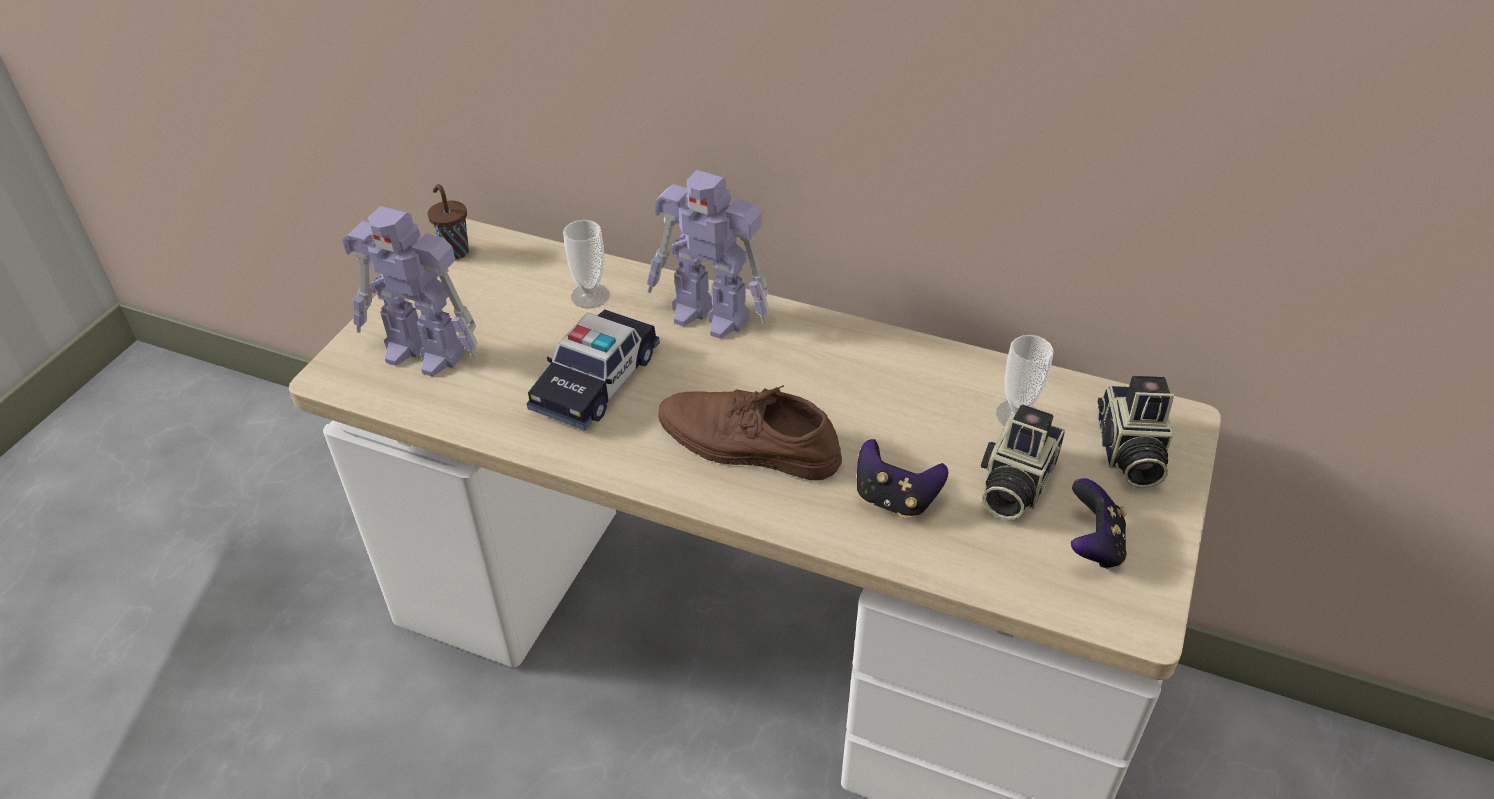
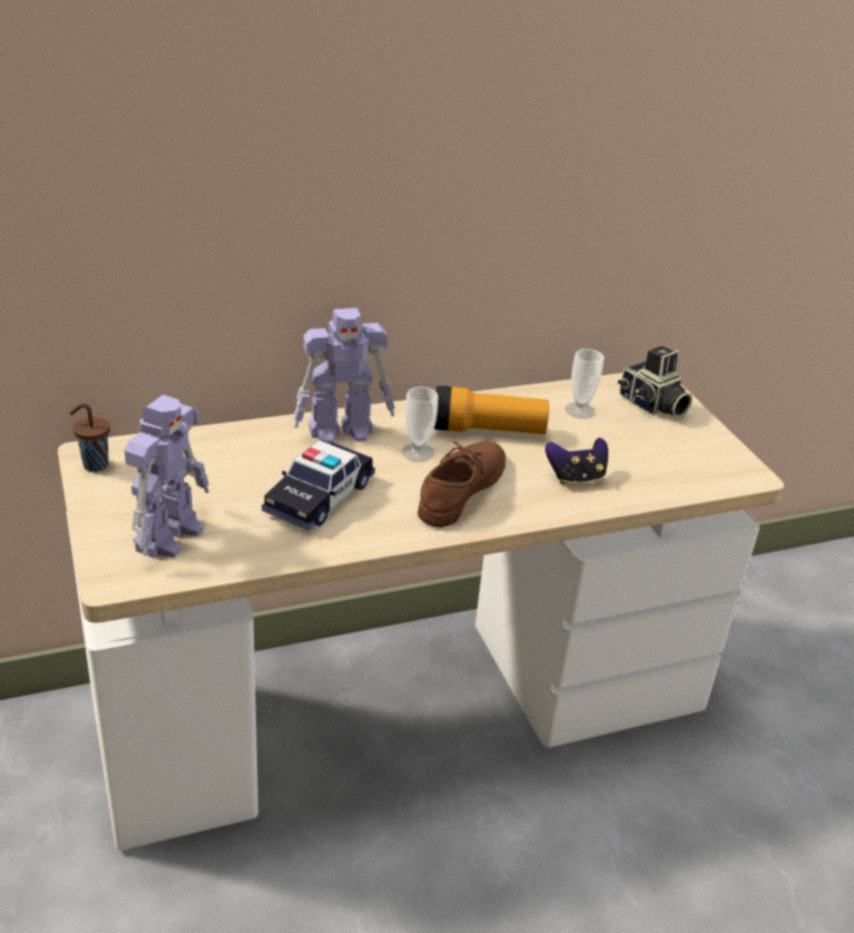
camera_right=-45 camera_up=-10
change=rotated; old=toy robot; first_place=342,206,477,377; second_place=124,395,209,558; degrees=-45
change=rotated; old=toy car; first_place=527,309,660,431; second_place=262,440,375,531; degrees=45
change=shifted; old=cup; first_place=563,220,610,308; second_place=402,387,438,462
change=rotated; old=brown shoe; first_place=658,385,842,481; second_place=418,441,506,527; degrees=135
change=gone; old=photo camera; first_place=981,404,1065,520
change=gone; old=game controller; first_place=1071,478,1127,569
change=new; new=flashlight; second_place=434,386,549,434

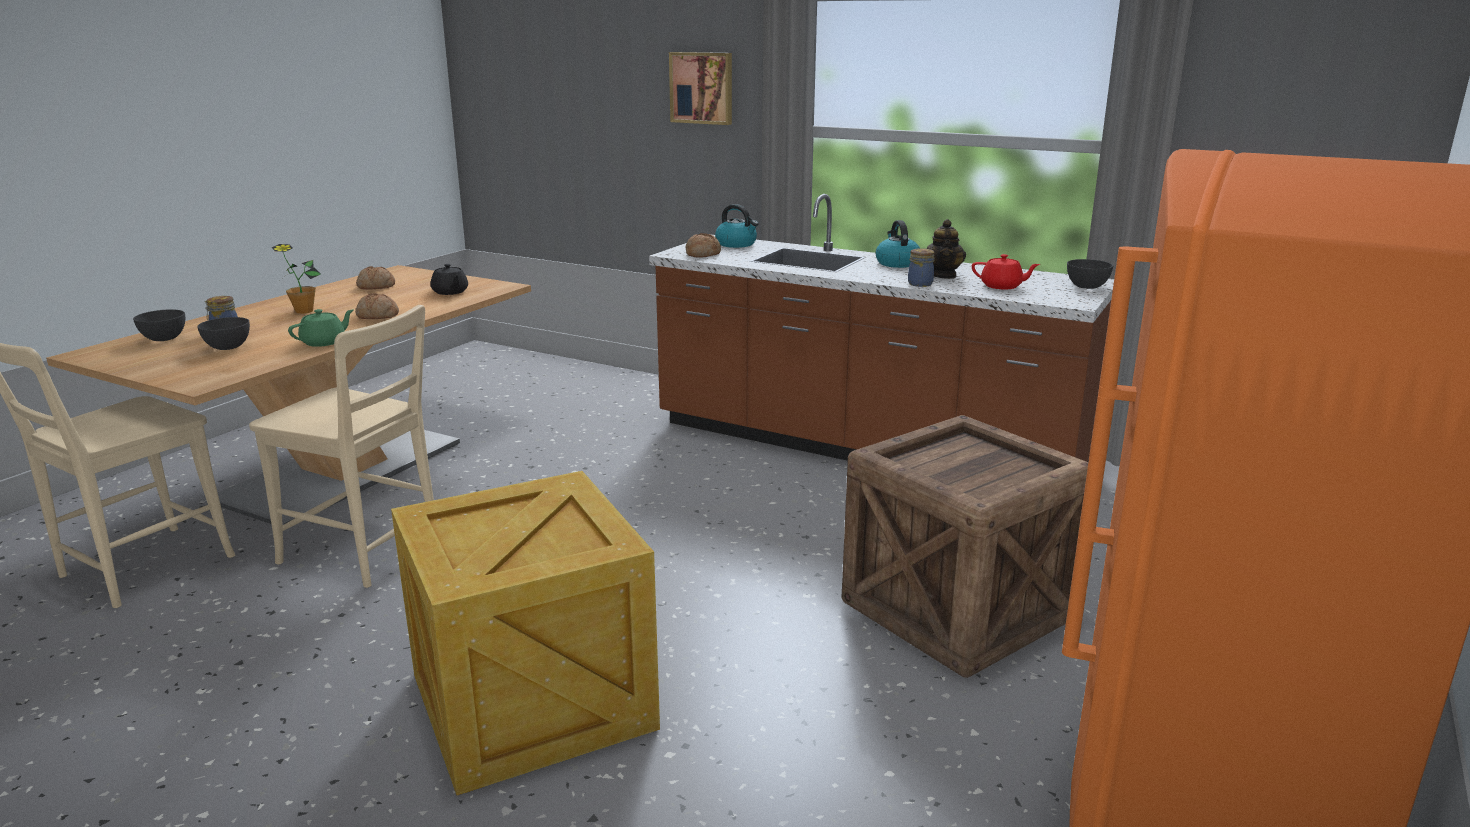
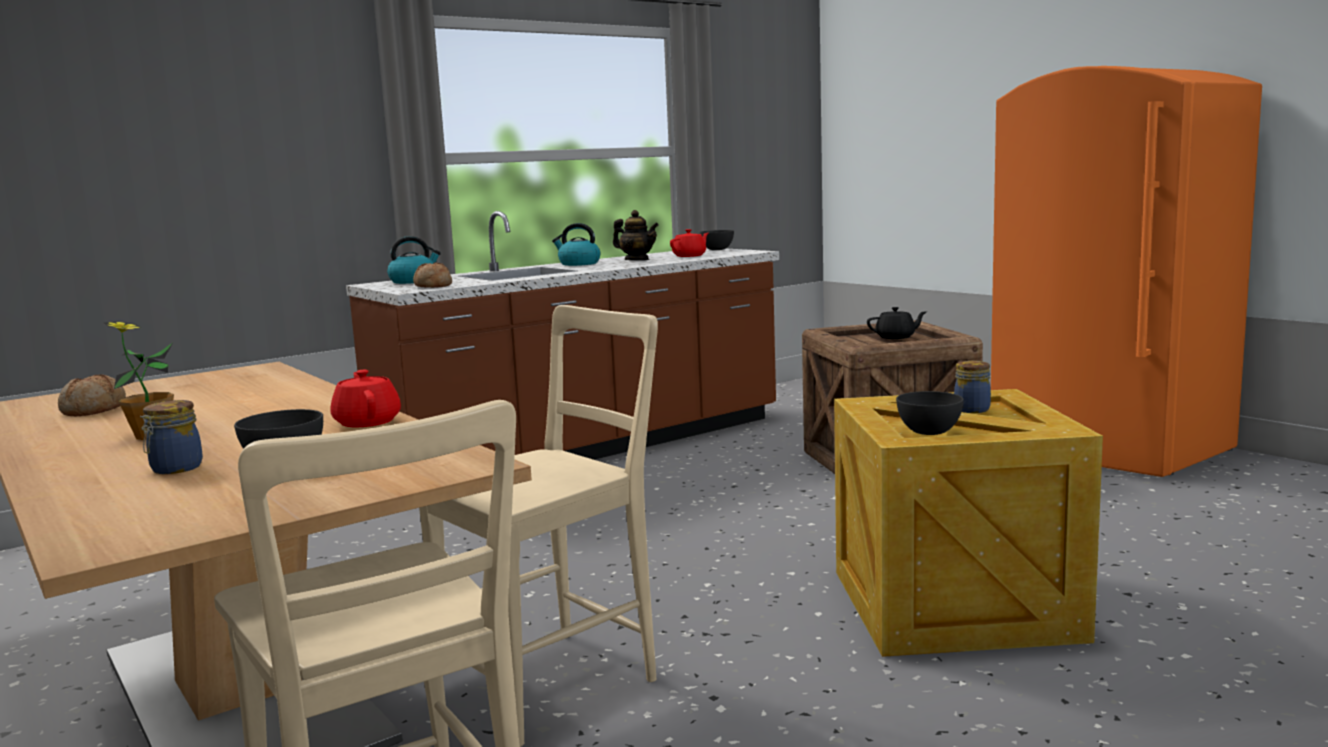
camera_right=-65 camera_up=-10
change=shifted; old=grey bowl; first_place=133,309,185,341; second_place=896,391,964,435
change=repainted; old=green teapot; new=red teapot; first_place=288,309,354,347; second_place=330,370,401,427
change=gone; old=bread; first_place=355,293,399,319
change=shifted; old=black teapot; first_place=430,264,468,295; second_place=867,307,927,339
change=gone; old=picture; first_place=669,52,732,125
change=shifted; old=jar; first_place=908,248,935,287; second_place=954,361,991,413

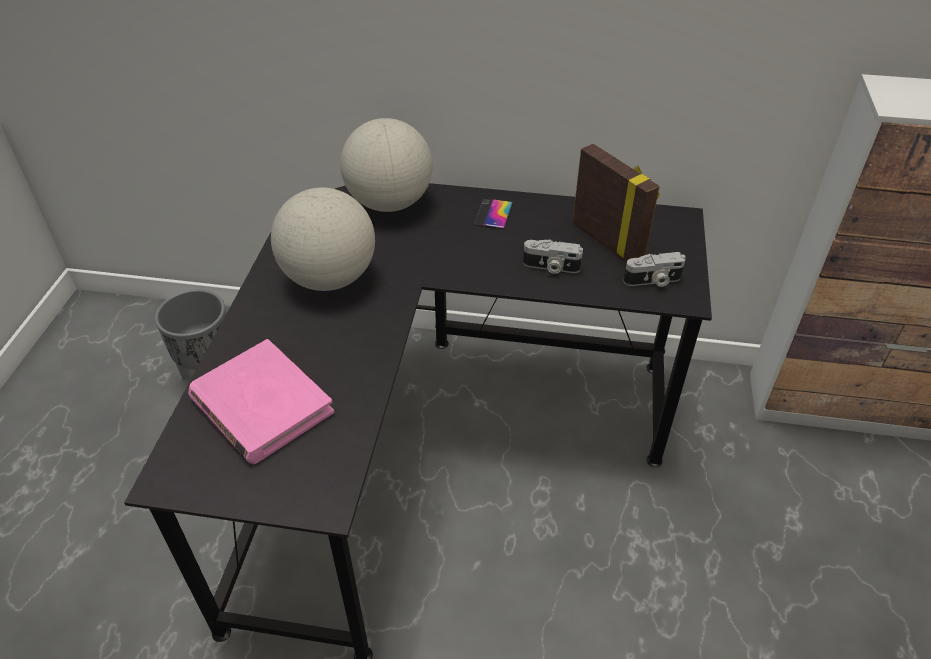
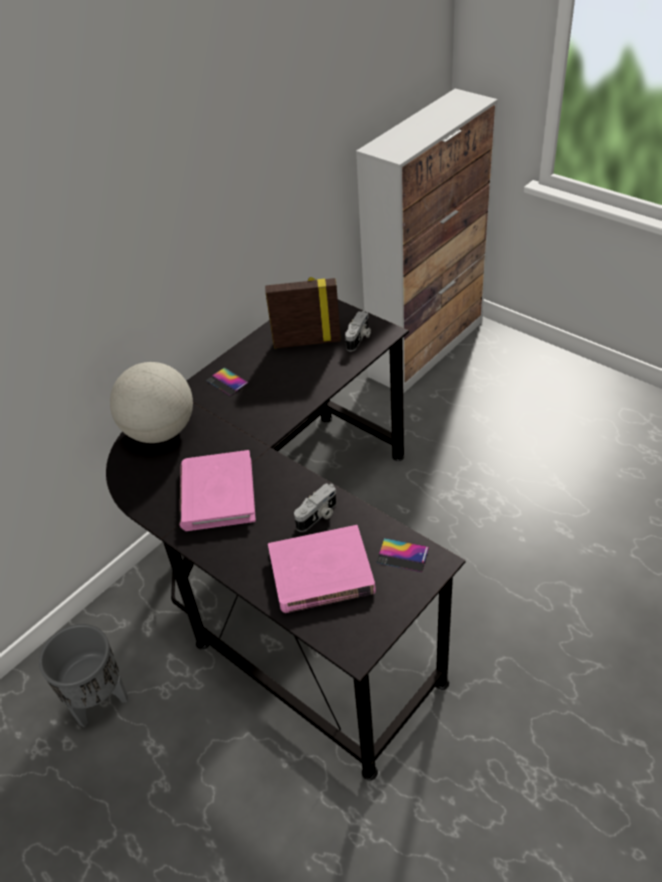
camera_right=-55 camera_up=0
change=swapped; old=globe; new=pink book; first_place=271,188,375,291; second_place=180,450,256,531
change=shifted; old=photo camera; first_place=523,240,583,274; second_place=294,483,336,532
change=new; new=phone; second_place=376,538,429,572

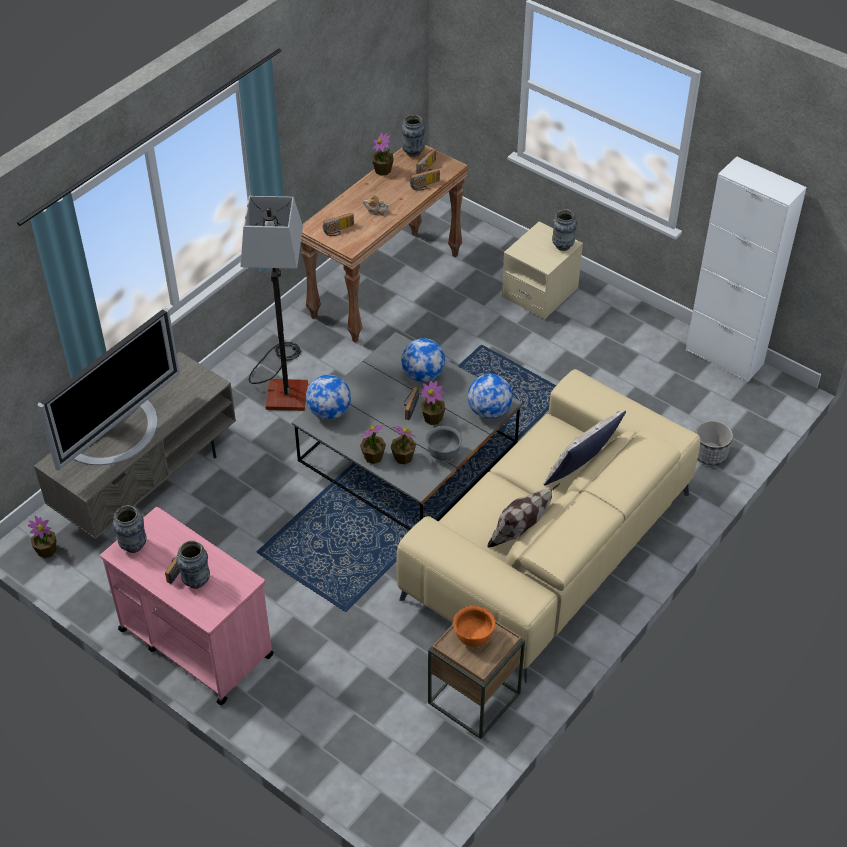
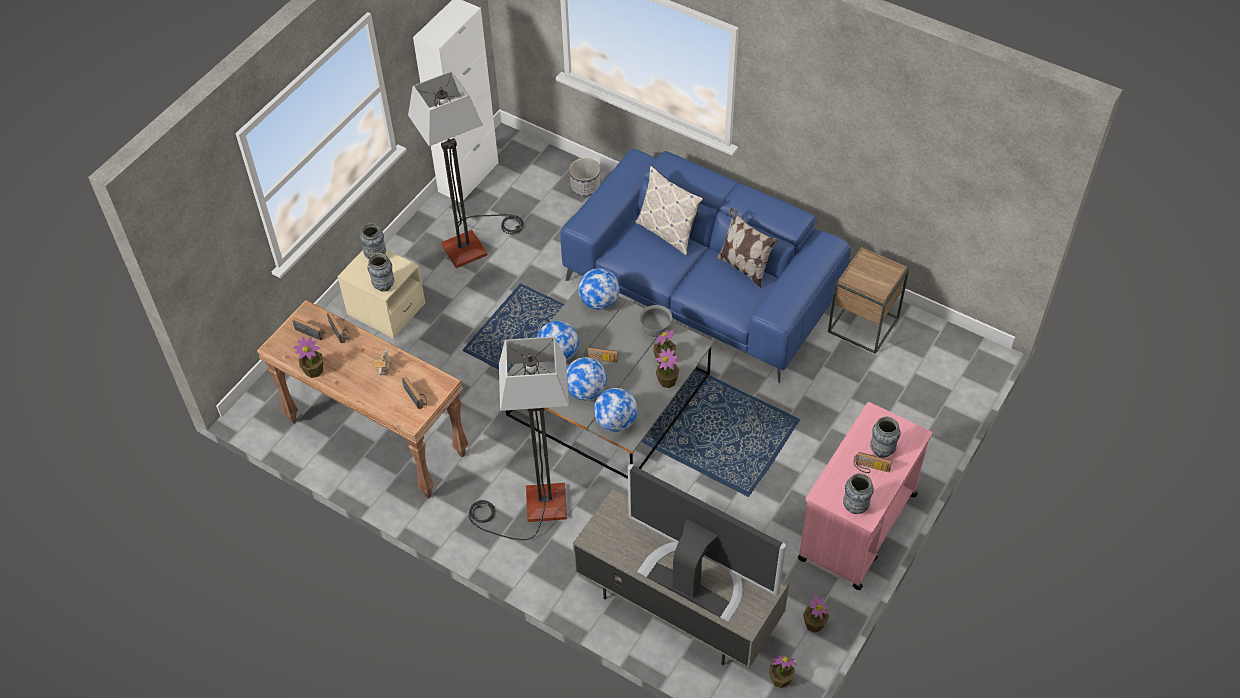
camera_right=-95 camera_up=5
change=repainted; old=beige sofa; new=blue sofa; first_place=397,369,700,683; second_place=561,149,850,383
change=shifted; old=vase; first_place=401,115,425,157; second_place=368,253,394,292
change=shifted; old=potted plant; first_place=420,381,446,425; second_place=803,595,829,632
change=gone; old=orange bowl; first_place=453,606,495,647
change=new; new=floor lamp; second_place=408,71,524,268
change=new; new=globe; second_place=567,357,607,400

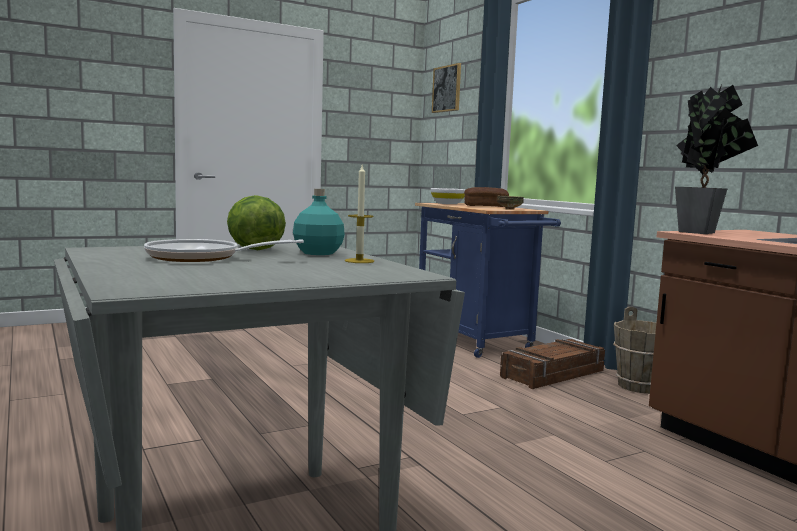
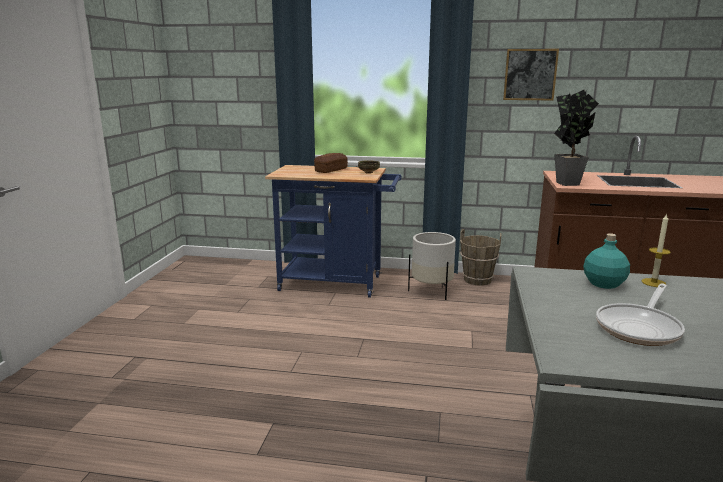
camera_right=-50 camera_up=10
change=gone; old=lettuce; first_place=227,195,286,250
change=gone; old=white bowl; first_place=431,188,466,204
change=shifted; old=picture; first_place=432,63,461,113; second_place=503,49,559,100
change=swapped; old=crate; new=white planter; first_place=500,339,605,389; second_place=408,232,456,300

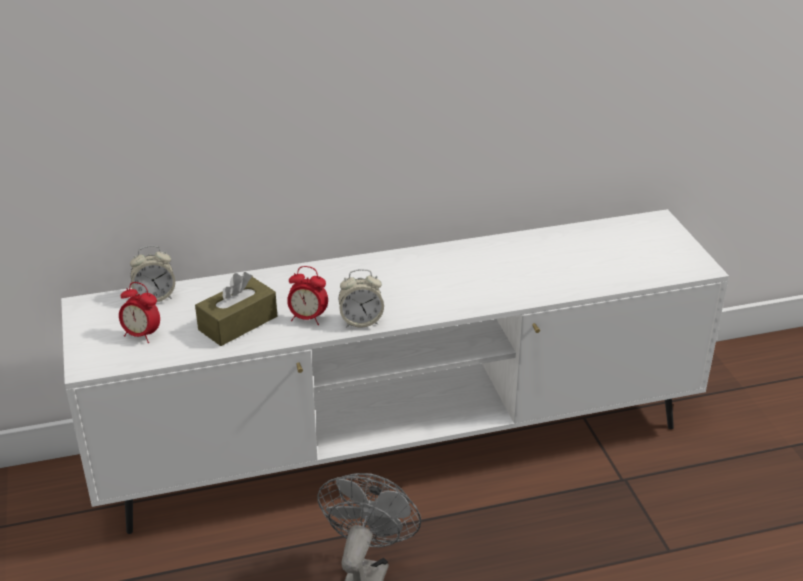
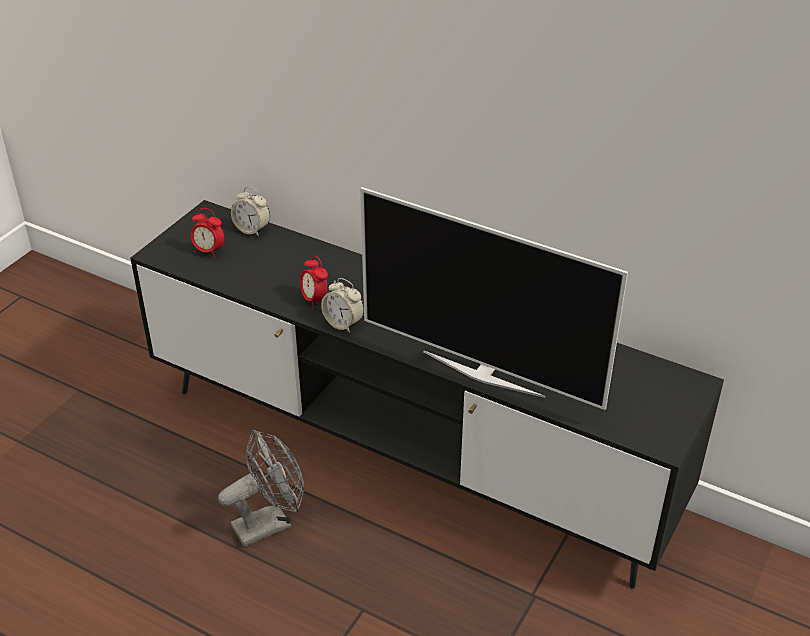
camera_right=45 camera_up=5
change=repainted; old=white tv stand; new=black tv stand; first_place=61,209,729,534; second_place=130,200,724,589
change=rotated; old=alarm clock; first_place=119,282,160,343; second_place=191,208,224,258; degrees=-45
change=gone; old=brown tissue box; first_place=195,272,277,346
change=new; new=television; second_place=360,187,628,410

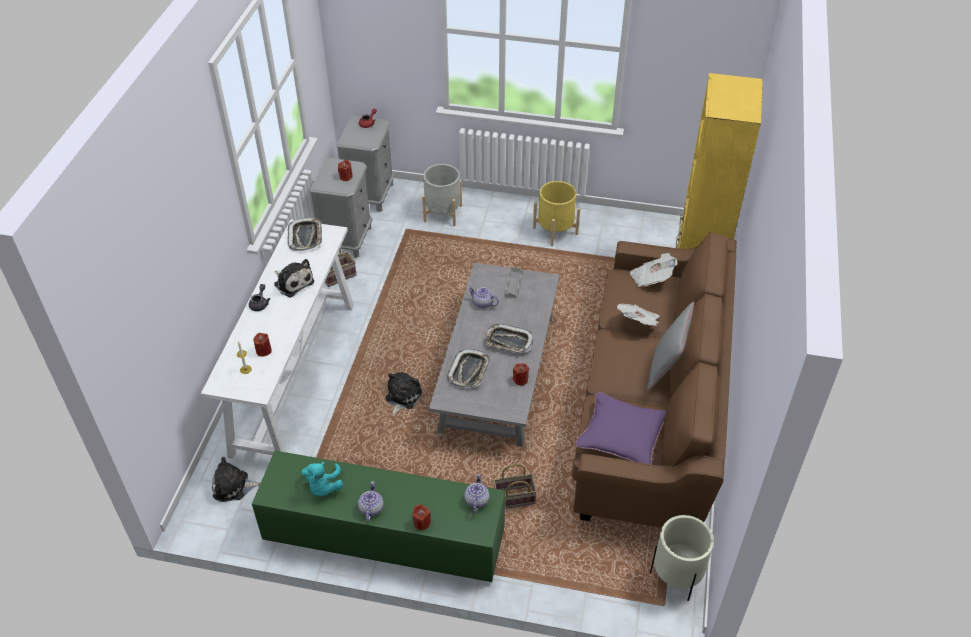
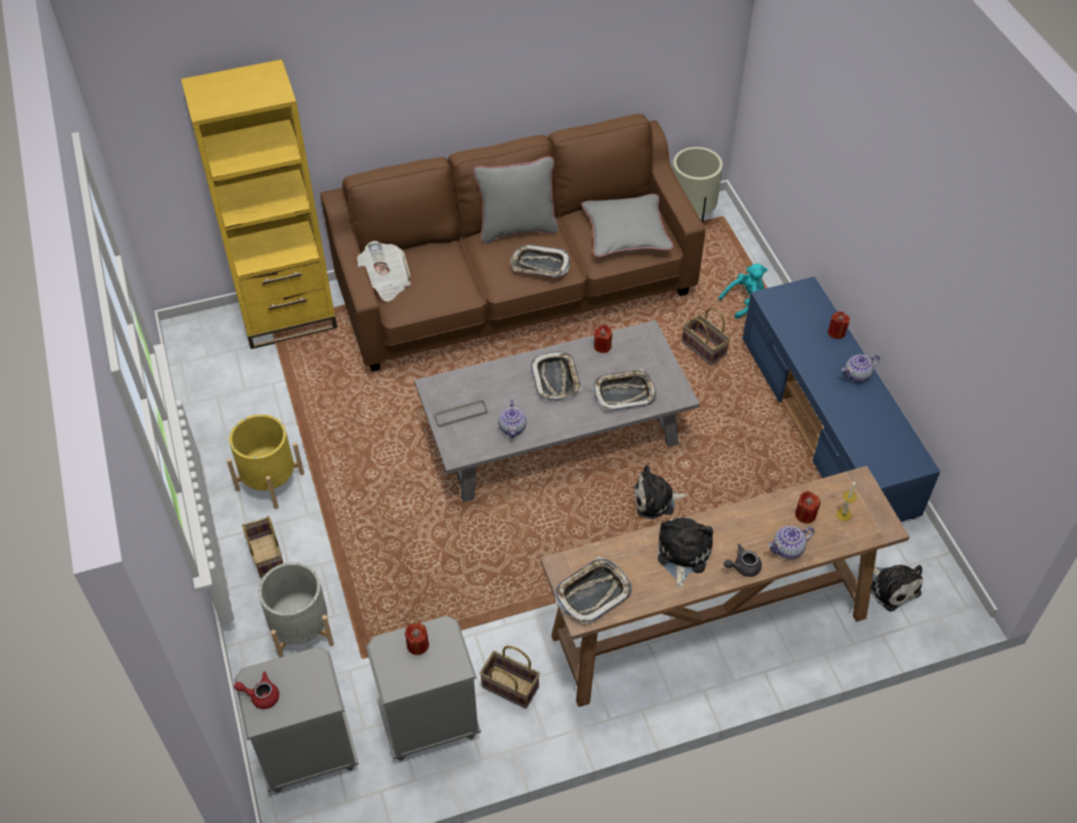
camera_right=-120 camera_up=5
change=repainted; old=white console table; new=brown console table; first_place=201,219,354,459; second_place=540,466,910,707
change=repainted; old=green tv stand; new=blue tv stand; first_place=252,451,505,582; second_place=742,276,940,522
change=shifted; old=turquoise plush toy; first_place=301,462,343,496; second_place=719,264,767,319
change=shifted; old=teapot; first_place=464,473,489,513; second_place=767,526,815,559
change=repainted; old=purple pillow; new=grey pillow; first_place=575,392,666,465; second_place=581,194,674,257
change=gone; old=newspaper; first_place=617,304,659,326
change=new; new=basket; second_place=242,516,283,578
change=new; new=tray; second_place=510,245,570,277

